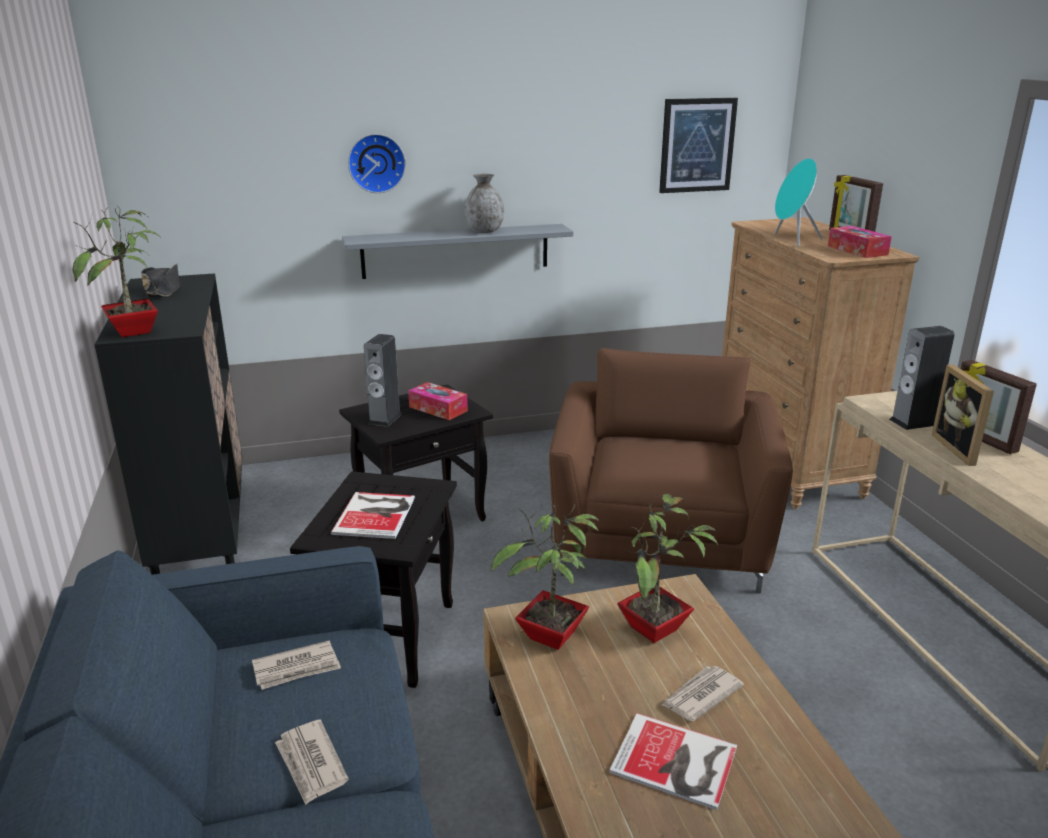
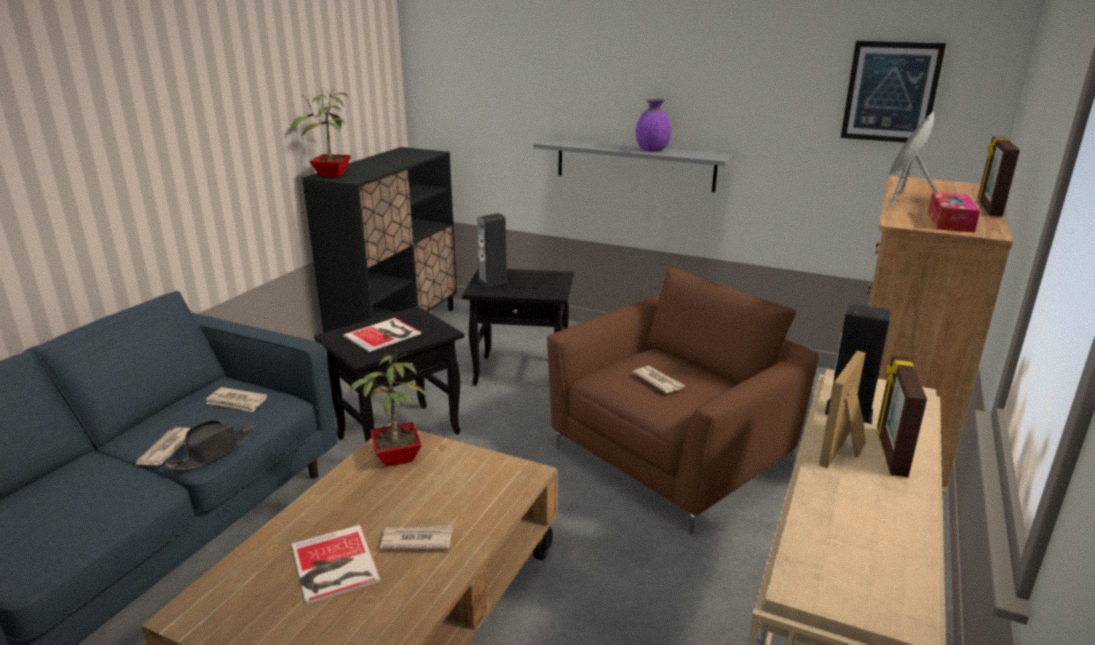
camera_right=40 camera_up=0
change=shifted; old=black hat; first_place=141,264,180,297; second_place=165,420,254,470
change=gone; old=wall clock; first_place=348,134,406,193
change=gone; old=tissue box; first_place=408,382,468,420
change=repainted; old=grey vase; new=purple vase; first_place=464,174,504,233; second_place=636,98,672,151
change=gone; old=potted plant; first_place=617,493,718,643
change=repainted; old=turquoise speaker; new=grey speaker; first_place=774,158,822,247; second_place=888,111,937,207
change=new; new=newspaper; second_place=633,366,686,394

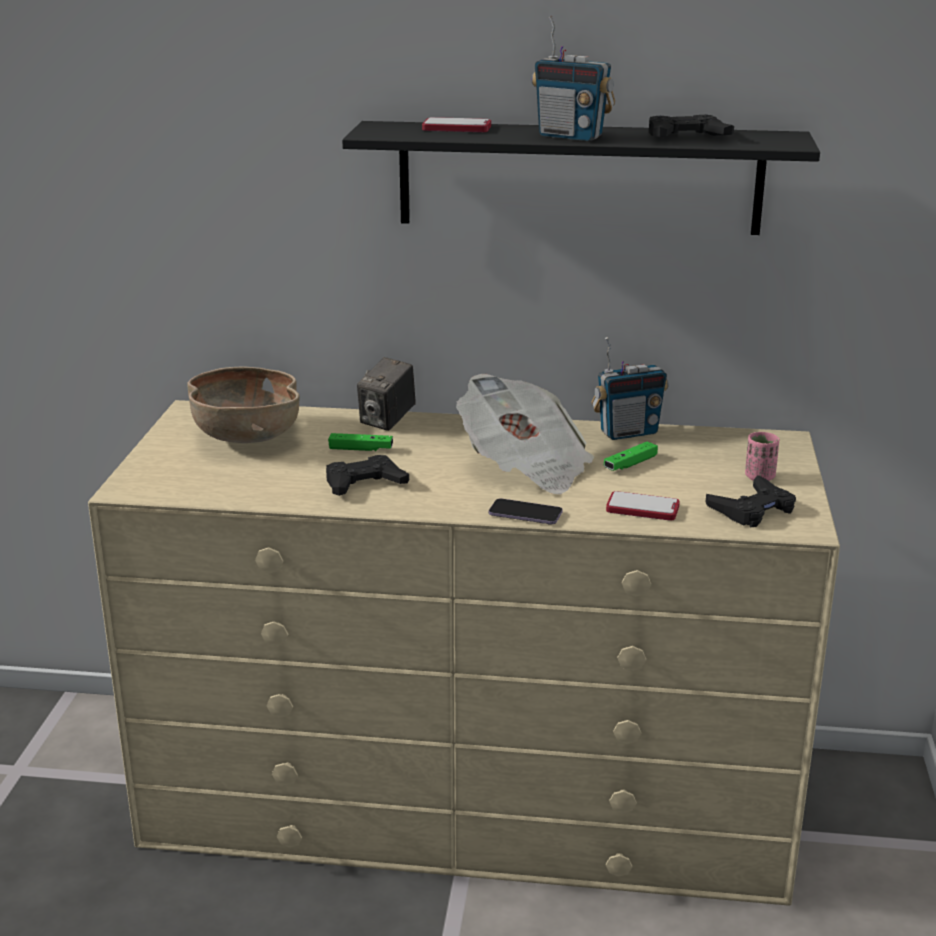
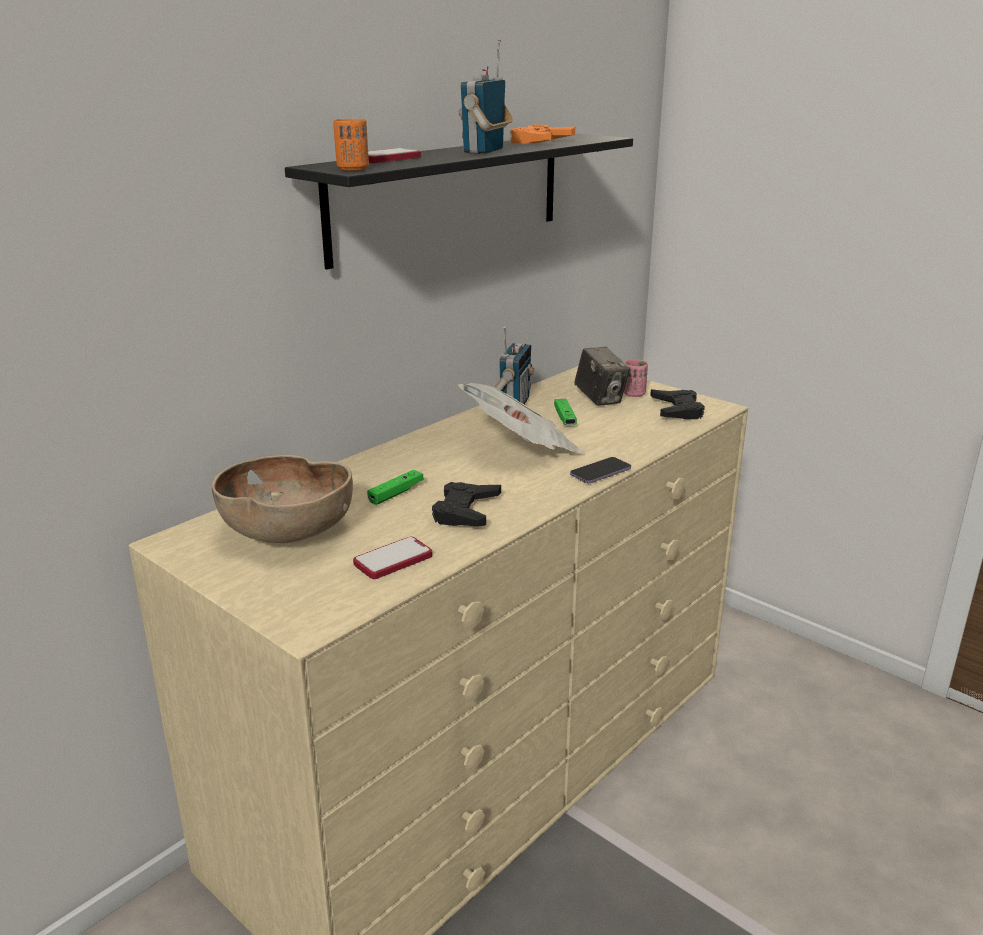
camera_right=-55 camera_up=0
change=shifted; old=photo camera; first_place=357,357,416,431; second_place=574,347,630,406
change=rotated; old=radio; first_place=532,16,615,141; second_place=458,39,513,154; degrees=135
change=shifted; old=phone; first_place=606,491,680,521; second_place=353,537,432,579
change=repainted; old=black game controller; new=orange game controller; first_place=649,114,734,137; second_place=510,124,575,144
change=new; new=orange cup; second_place=333,119,369,170

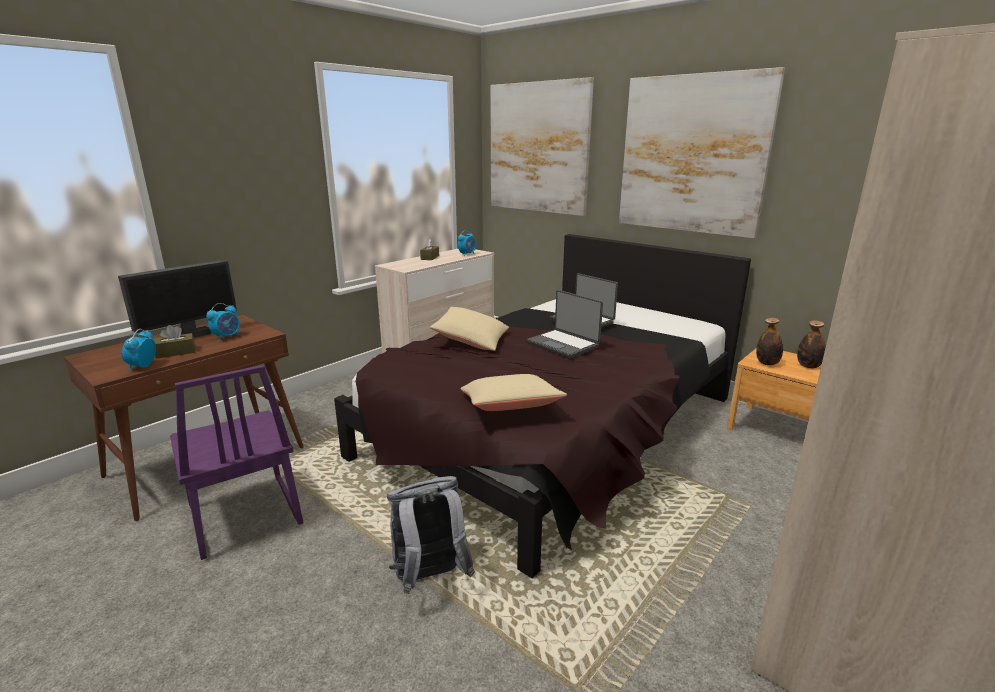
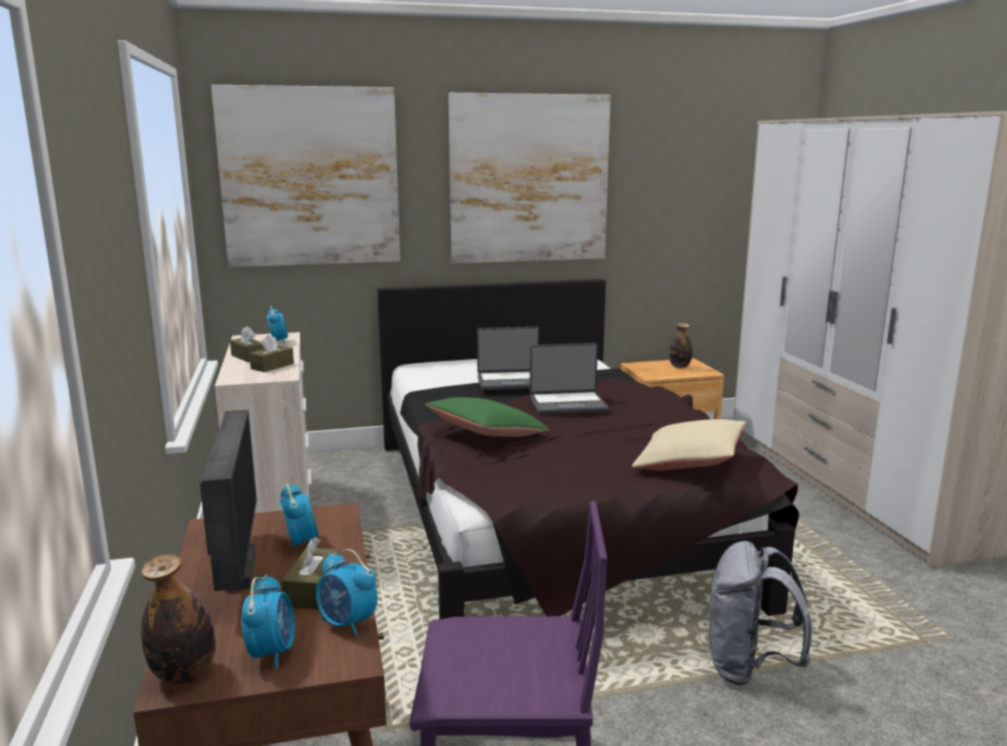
camera_right=-55 camera_up=-5
change=repainted; old=beige pillow; new=green pillow; first_place=430,307,509,351; second_place=425,397,549,437
change=shifted; old=bottle; first_place=756,318,783,365; second_place=141,554,216,684
change=new; new=alarm clock; second_place=241,574,295,669
change=new; new=brown tissue box; second_place=249,334,294,372

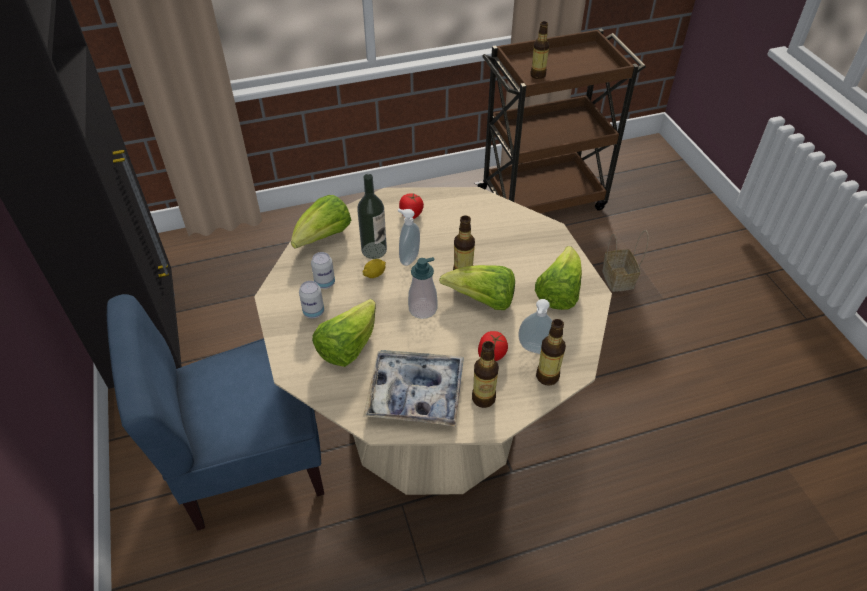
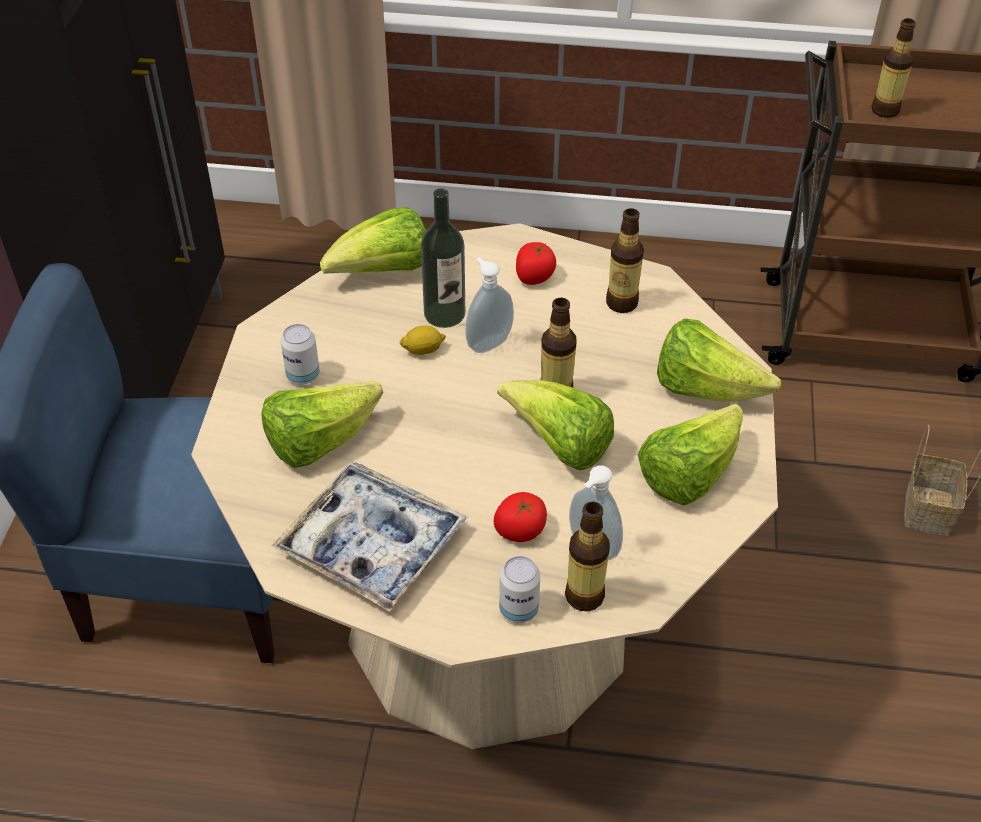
camera_right=25 camera_up=0
change=shifted; old=can; first_place=311,252,335,289; second_place=499,556,540,623
change=gone; old=soap dispenser; first_place=408,257,437,319
change=shifted; old=bottle; first_place=472,341,499,408; second_place=606,208,644,313
change=new; new=lettuce; second_place=657,319,781,402

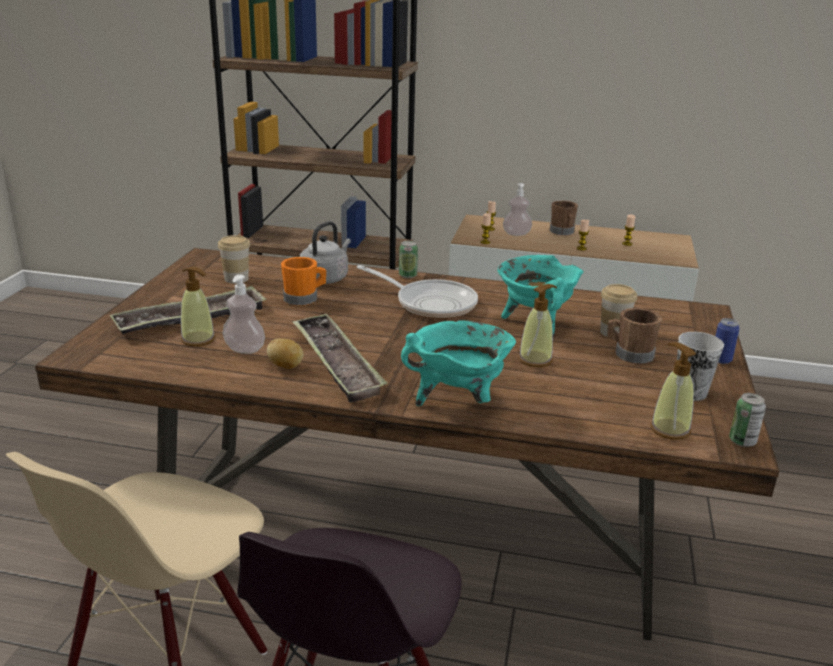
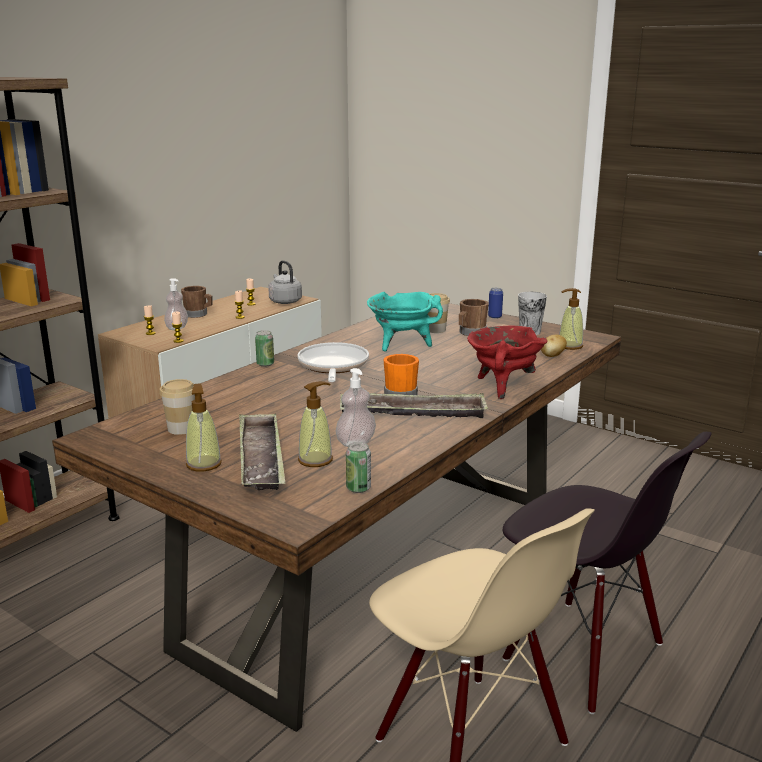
camera_right=-65 camera_up=-5
change=shifted; old=potato; first_place=267,338,304,369; second_place=541,335,567,357
change=shifted; old=orange mug; first_place=281,257,326,306; second_place=383,354,419,395
change=shifted; old=grey kettle; first_place=300,221,351,284; second_place=268,260,302,304
change=rotated; old=frying pan; first_place=357,265,478,319; second_place=298,342,369,382; degrees=-60
change=repainted; old=turquoise cooking pot; new=red cooking pot; first_place=401,320,516,406; second_place=467,326,547,399
change=shifted; old=soap dispenser; first_place=518,284,557,367; second_place=186,383,222,471
change=shifted; old=can; first_place=729,393,766,447; second_place=346,442,371,493

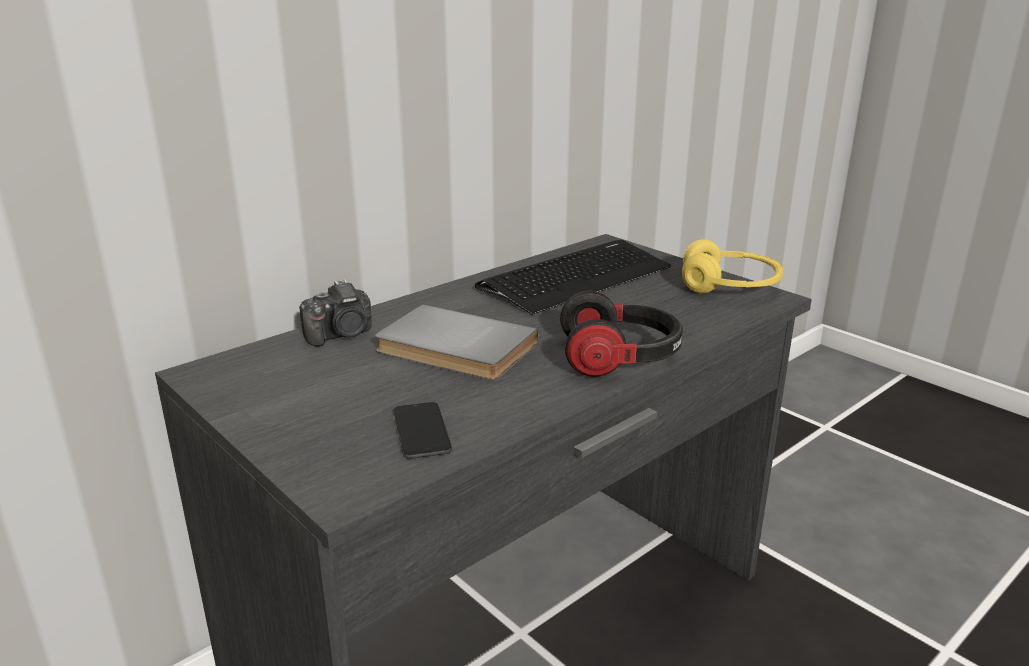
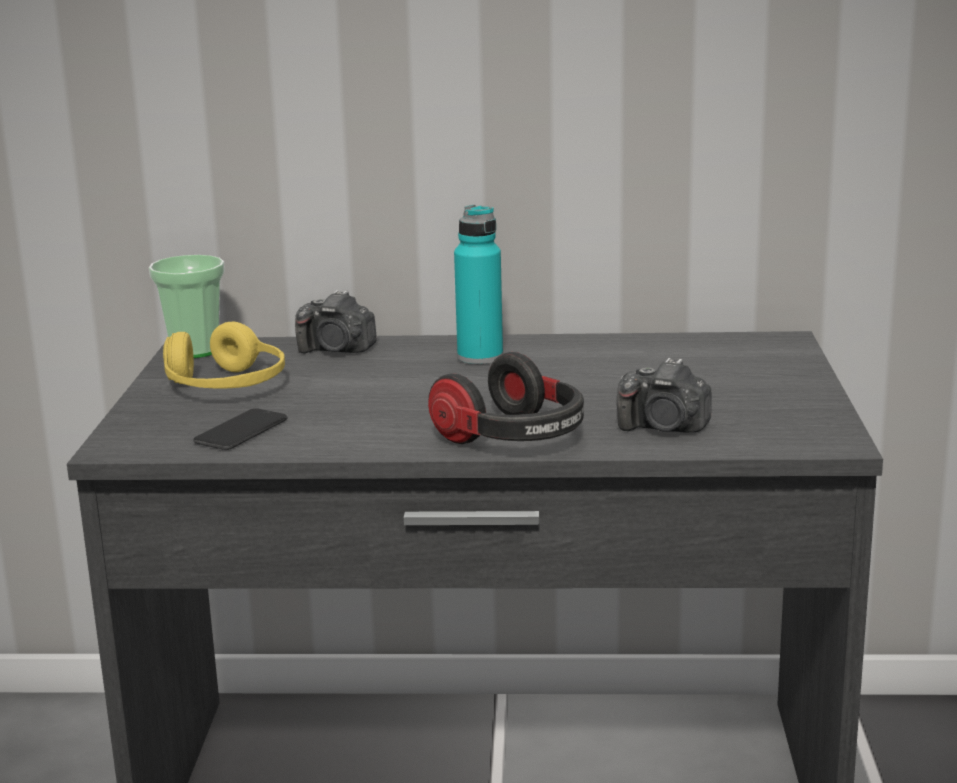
camera_right=45 camera_up=-5
change=gone; old=grey book; first_place=375,304,538,380
change=gone; old=keyboard; first_place=475,240,671,315
change=shifted; old=yellow headphones; first_place=682,239,783,293; second_place=163,321,285,389
change=new; new=cup; second_place=149,255,225,358
change=new; new=turquoise bottle; second_place=454,205,503,364
change=new; new=photo camera; second_place=617,358,712,432

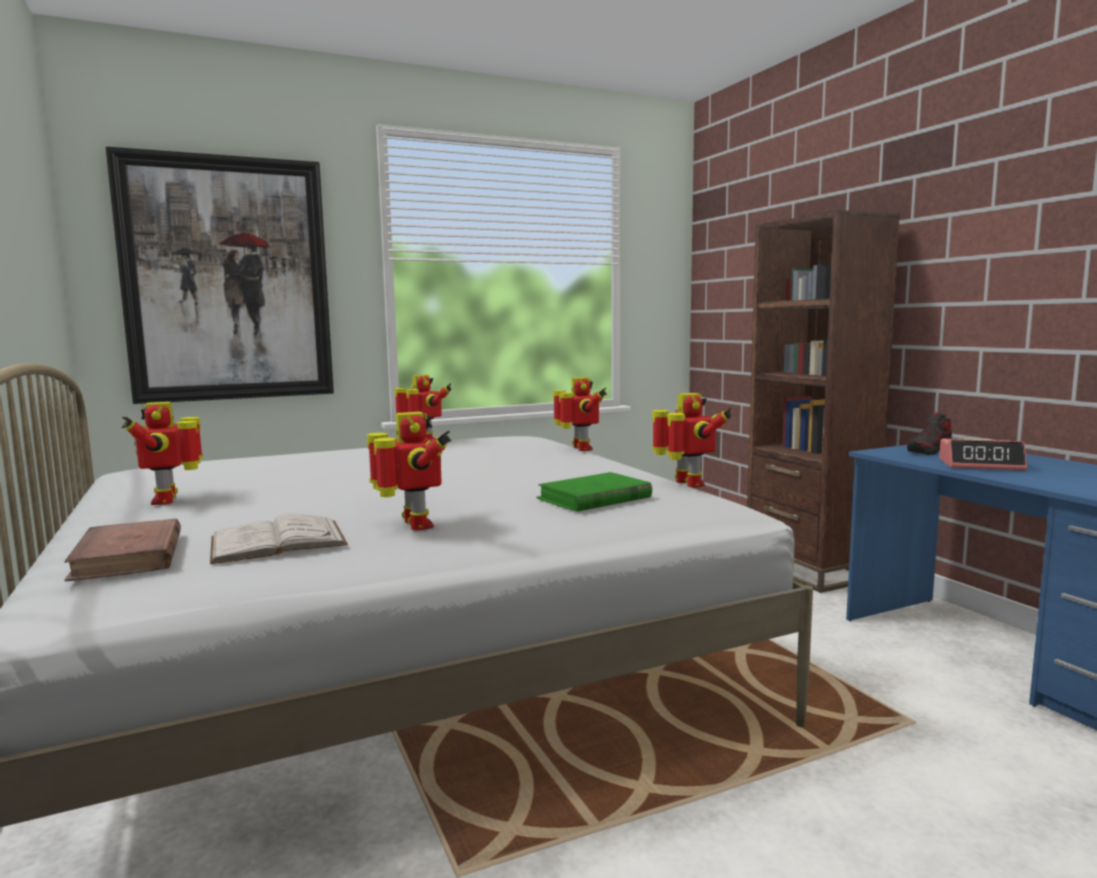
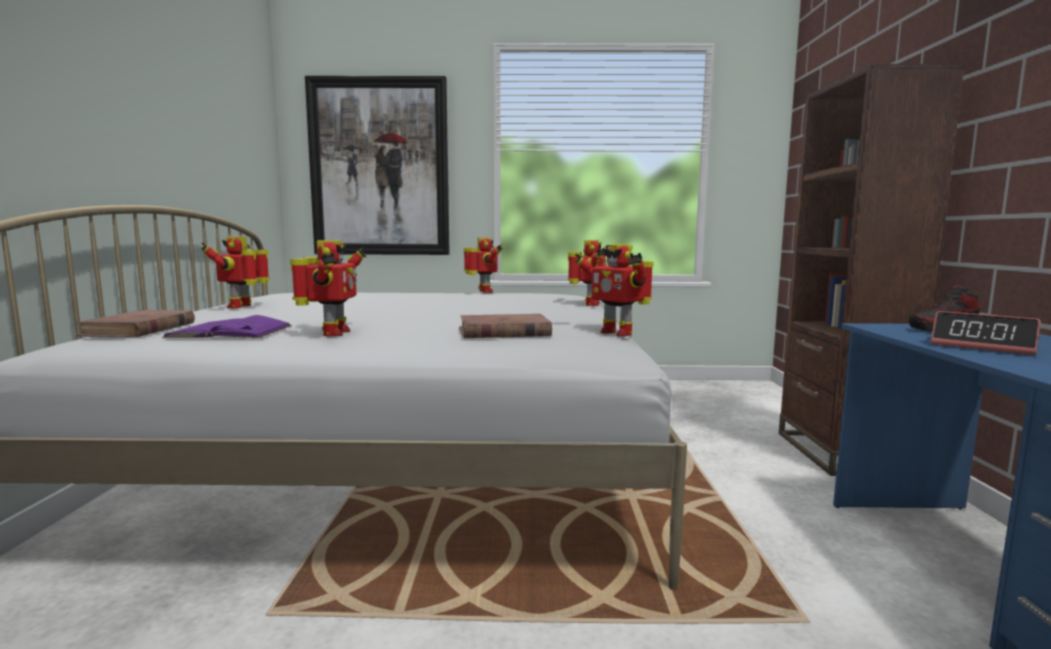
camera_right=25 camera_up=0
change=repainted; old=white book; new=purple book; first_place=210,513,348,564; second_place=162,315,292,338
change=repainted; old=green book; new=brown book; first_place=536,472,652,512; second_place=459,314,552,338
change=rotated; old=toy robot; first_place=652,393,732,488; second_place=575,244,653,337; degrees=135

